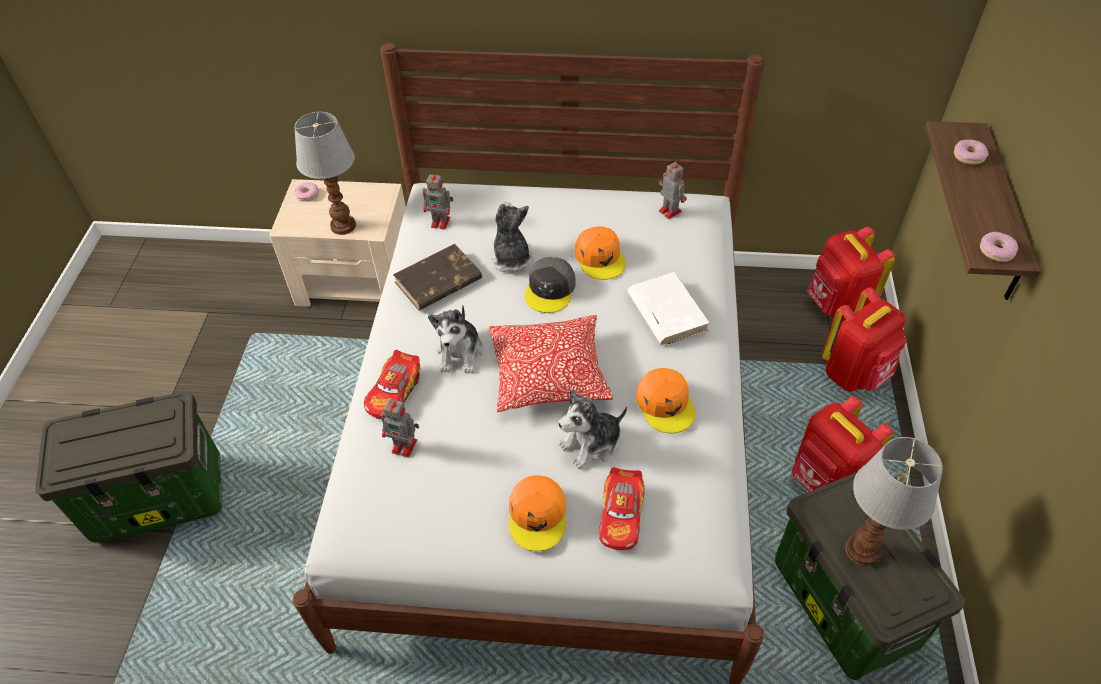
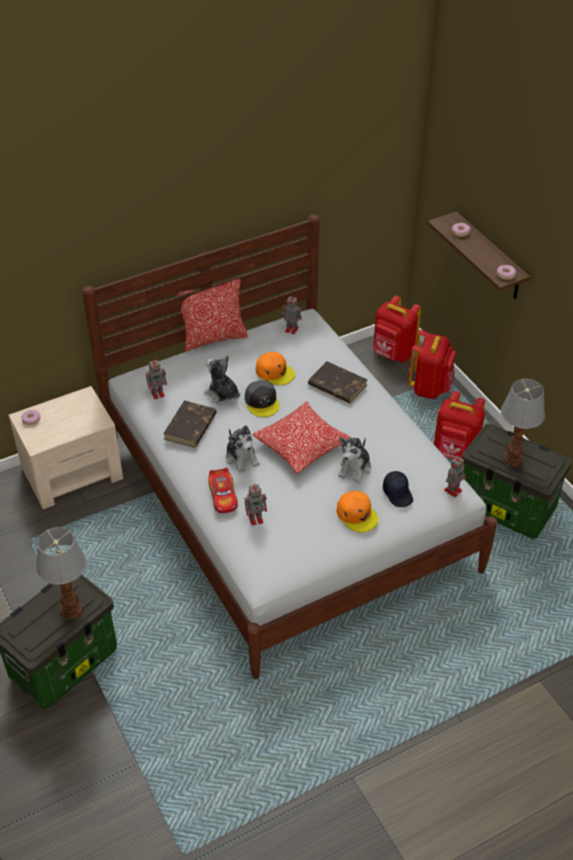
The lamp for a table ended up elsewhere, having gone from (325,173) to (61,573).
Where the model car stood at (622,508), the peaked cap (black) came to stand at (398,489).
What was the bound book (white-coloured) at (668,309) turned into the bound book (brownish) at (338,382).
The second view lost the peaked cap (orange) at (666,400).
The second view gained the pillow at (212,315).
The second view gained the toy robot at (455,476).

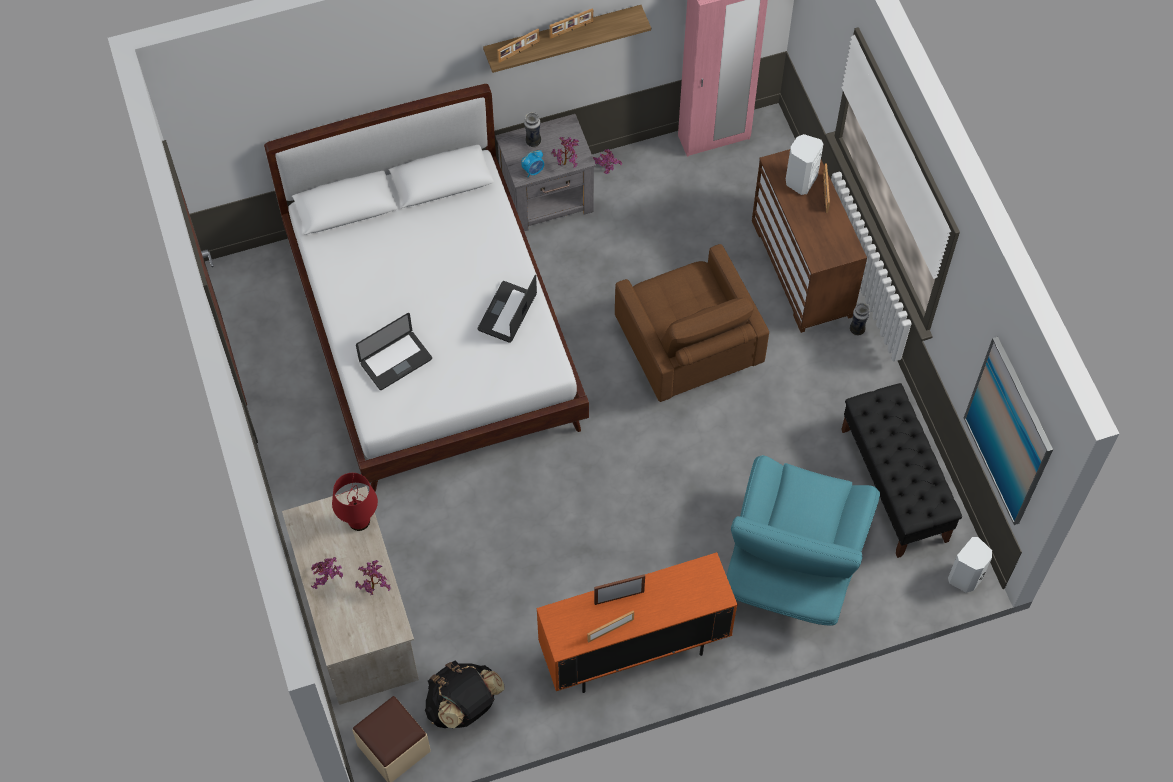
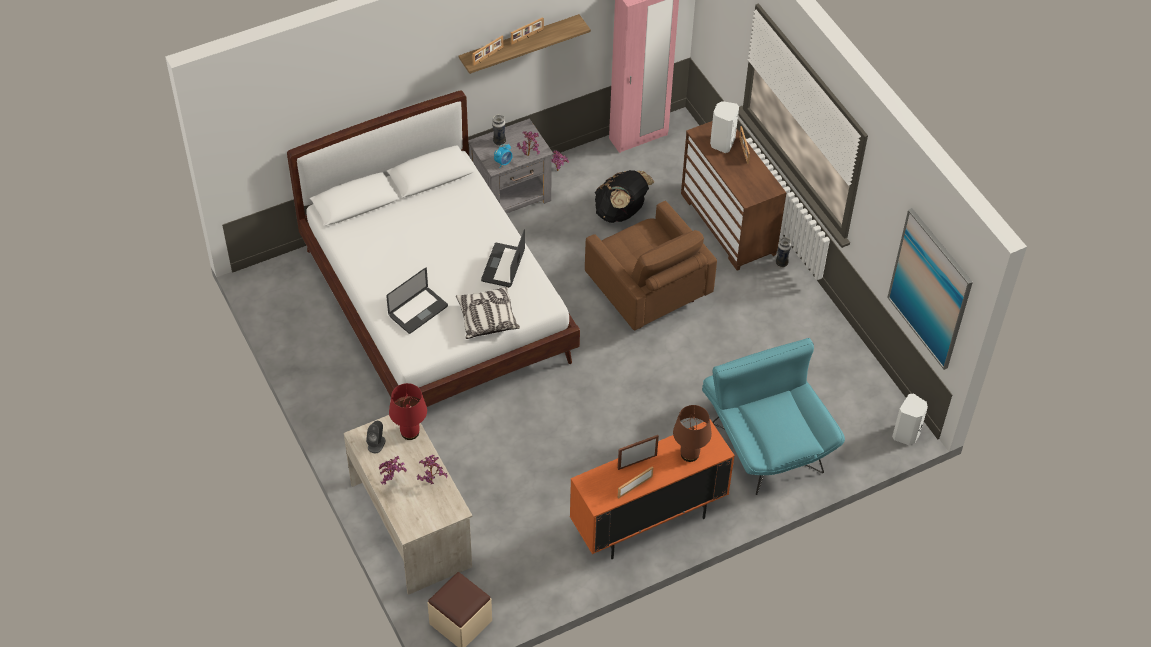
The rucksack (black) ended up elsewhere, having gone from (465,694) to (624,196).
The lounge chair (turquoise) at (803,540) ended up facing another way, 150 degrees clockwise from before.
The second view lost the long seat (black) at (901,470).
The second view gained the audio speaker (grey) at (375,437).
The second view gained the pillow at (488,312).
The second view gained the lamp for a table (brownish) at (692,433).

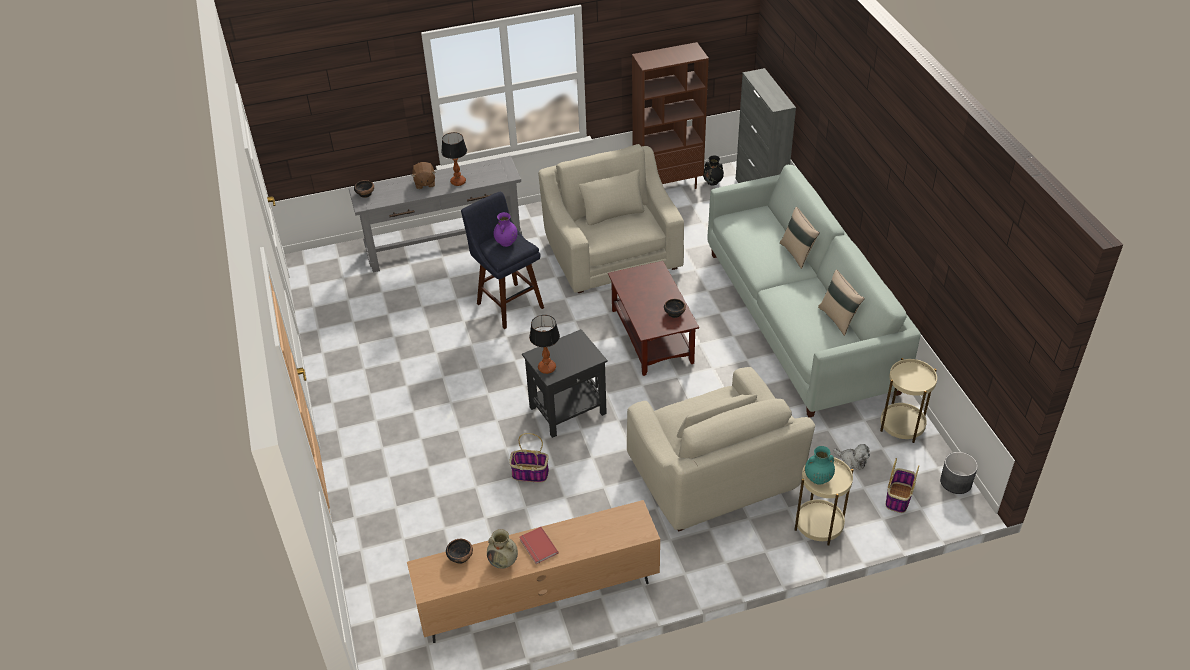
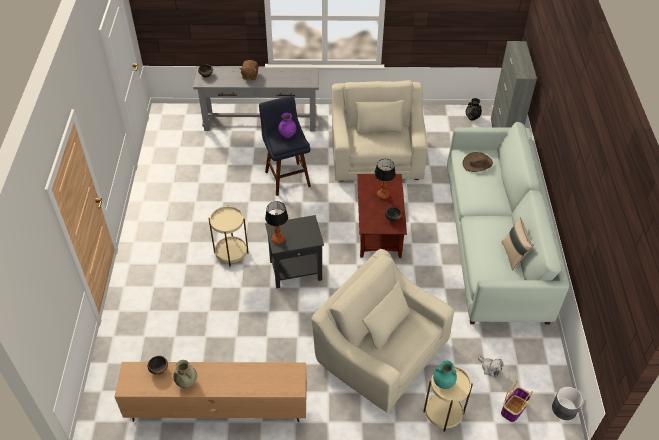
The lamp for a table ended up elsewhere, having gone from (454,159) to (385,179).
The second view lost the basket at (529,458).
The second view lost the bound book (reddish) at (539,545).
The lounge chair (sand-coloured) at (721,449) ended up facing another way, 135 degrees clockwise from before.
The second view lost the shelving unit (brownish) at (670,115).
The second view lost the pillow (sand-coloured) at (800,238).
The accent table (sand-coloured) ended up elsewhere, having gone from (908,400) to (228,235).
The second view gained the hat (brownish) at (478,162).

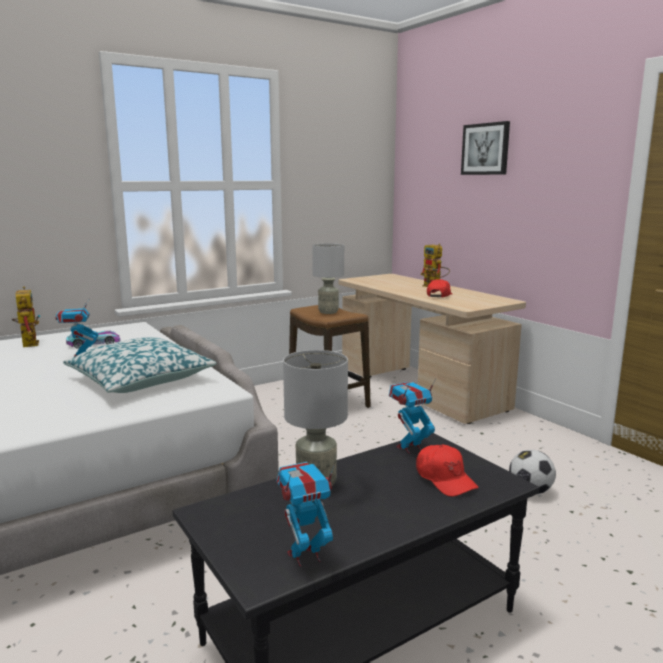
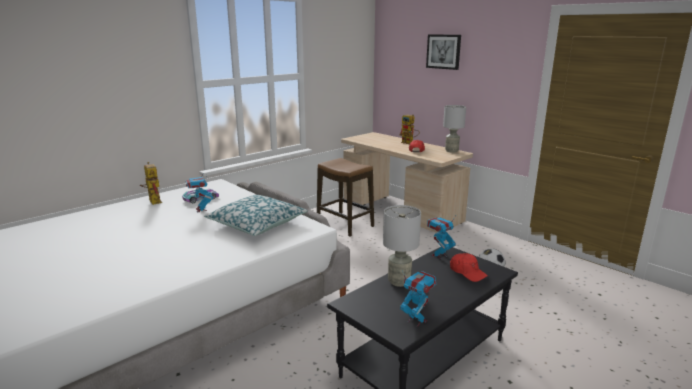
The toy robot at (305,514) ended up facing another way, 75 degrees clockwise from before.
The lamp for a table (grey) ended up elsewhere, having gone from (328,278) to (454,129).

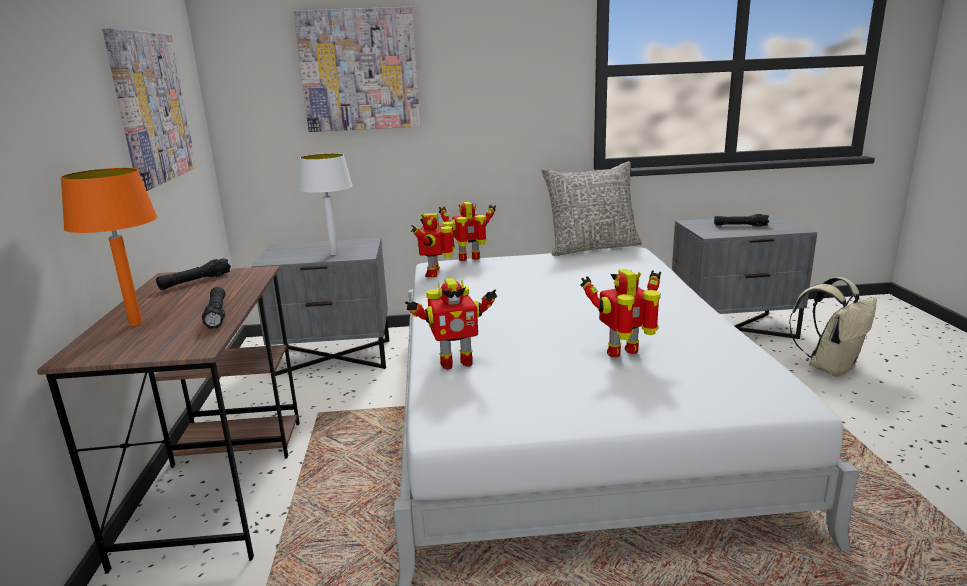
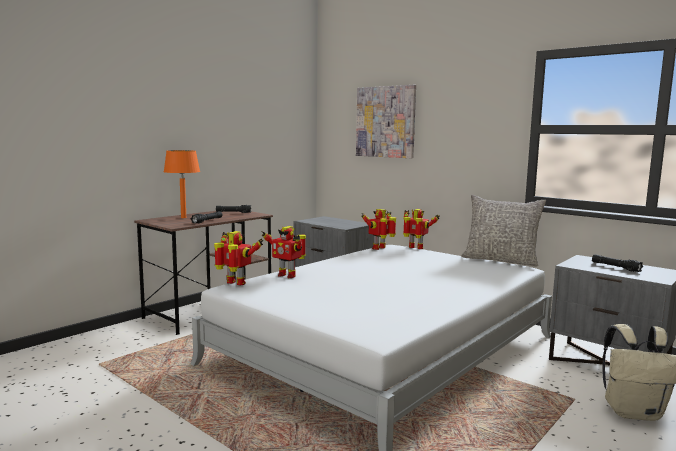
The second view lost the wall picture at (149,109).
The second view lost the lamp for a table (white-coloured) at (326,204).
The toy robot ended up elsewhere, having gone from (620,313) to (238,258).

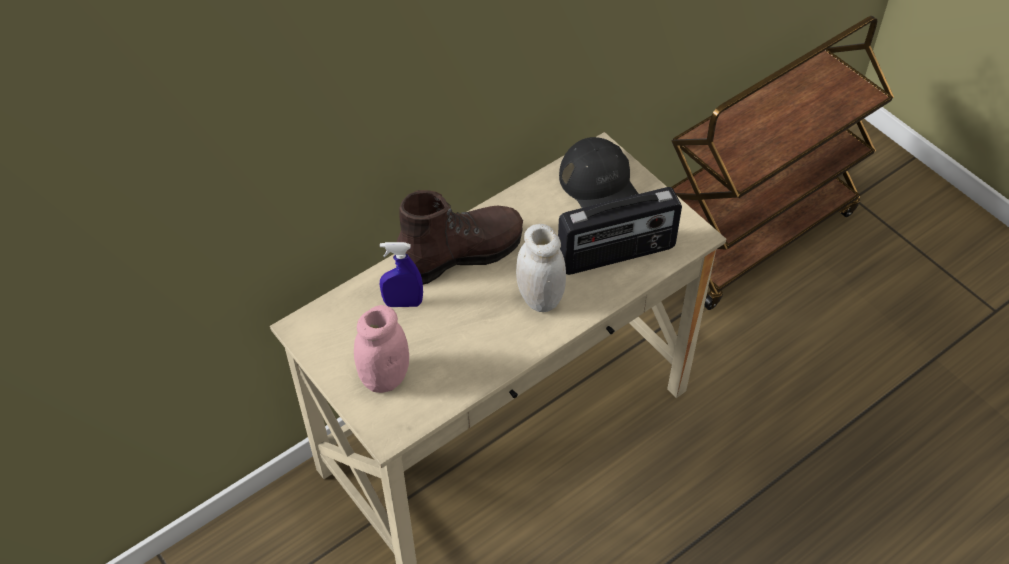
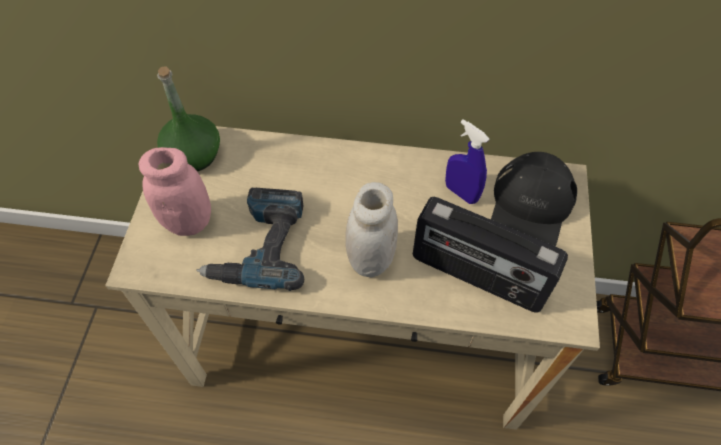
The sprayer (blue) ended up elsewhere, having gone from (401,274) to (467,161).
The second view lost the boot (brownish) at (460,237).
The second view gained the bottle (greenish) at (188,118).
The second view gained the electric drill at (250,239).

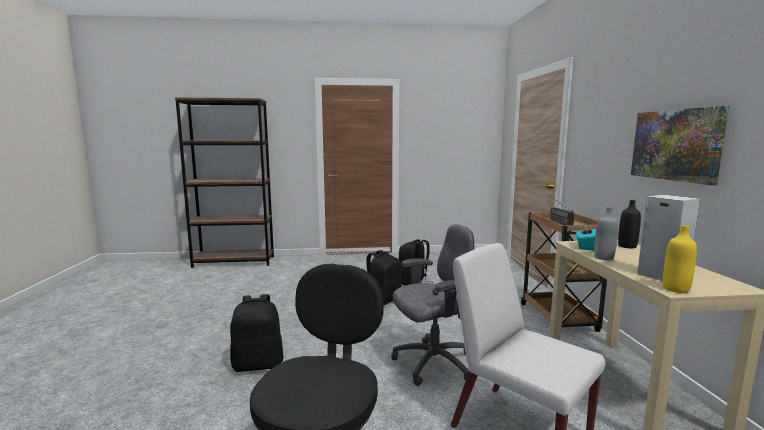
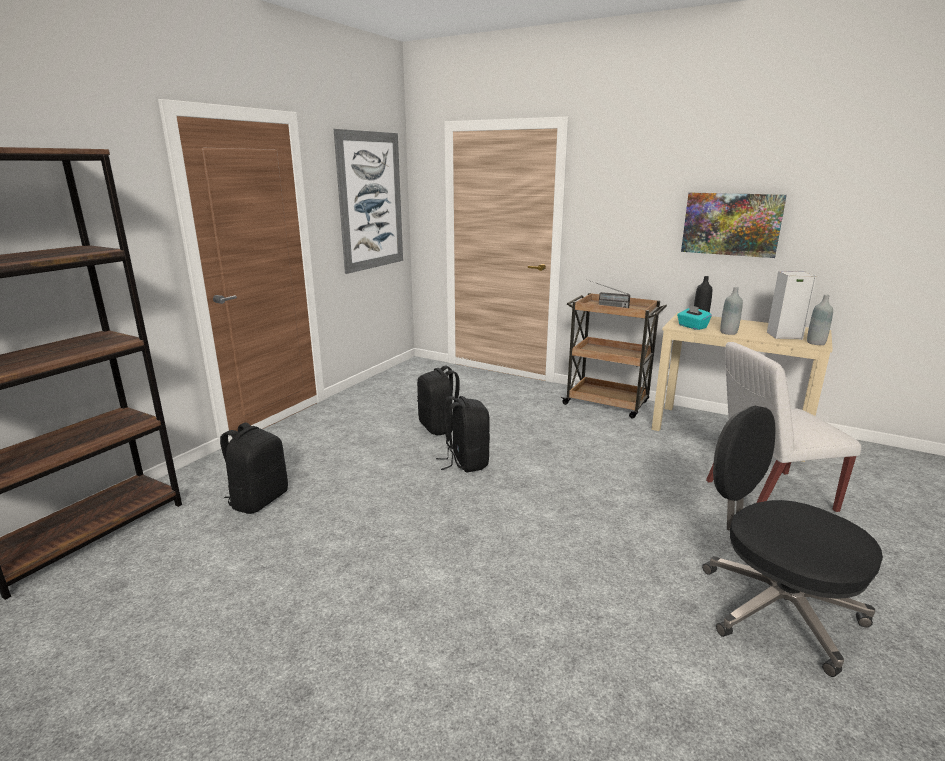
The rucksack (black) ended up elsewhere, having gone from (256,333) to (254,468).
The second view lost the desk chair (grey) at (433,305).
What was the bottle (yellowish) at (680,259) turned into the bottle (grey) at (820,320).
The second view gained the wall picture at (368,201).

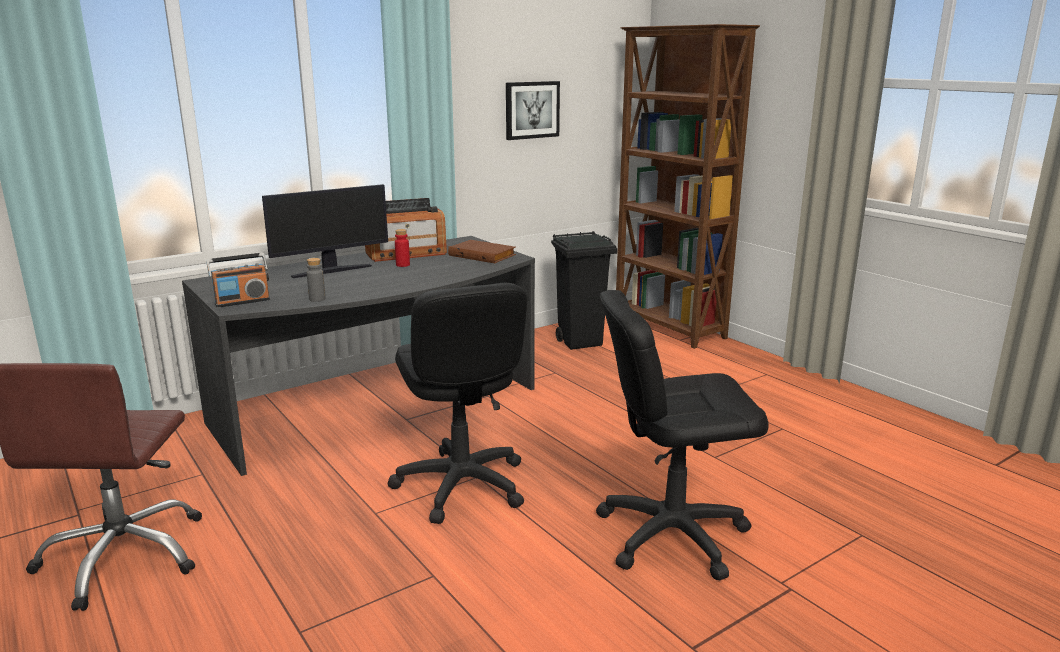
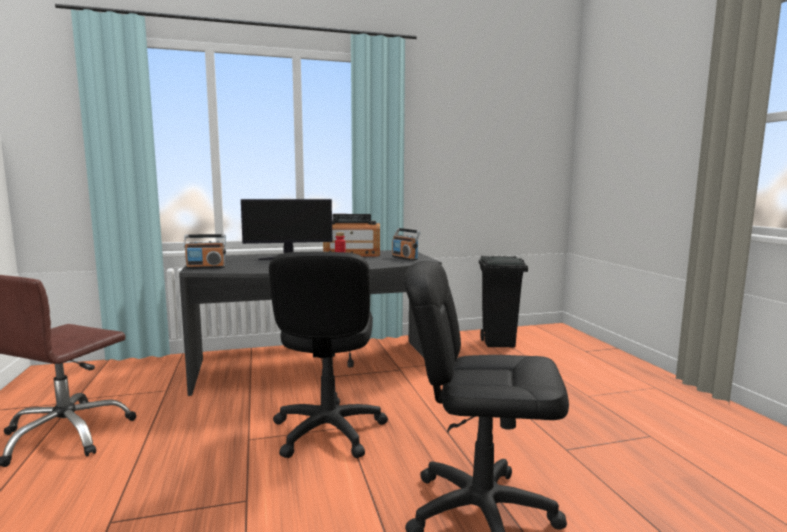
The second view lost the bottle (grey) at (316,280).
Where the bound book (brownish) stood at (482,251), the radio came to stand at (406,244).
The second view lost the wall picture at (533,110).
The second view lost the shelving unit (brownish) at (688,186).

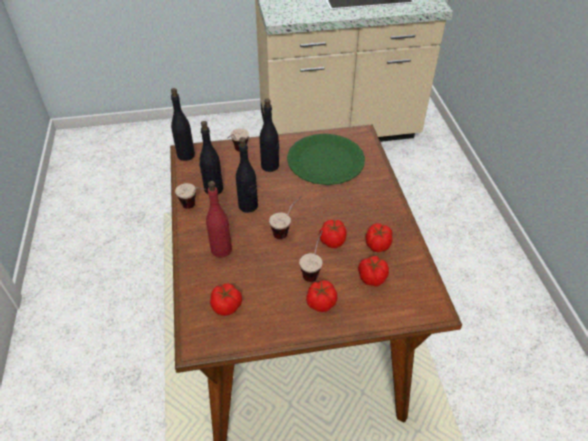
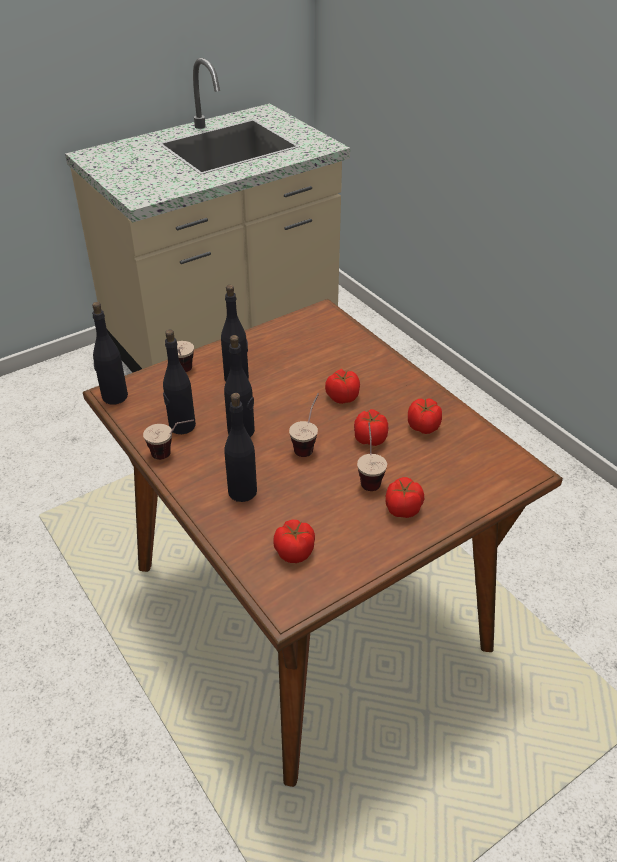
What was the bottle (reddish) at (219,219) turned into the bottle (black) at (240,447).
The second view lost the dinner plate (greenish) at (326,159).
The whole tomato ended up elsewhere, having gone from (373,271) to (342,386).

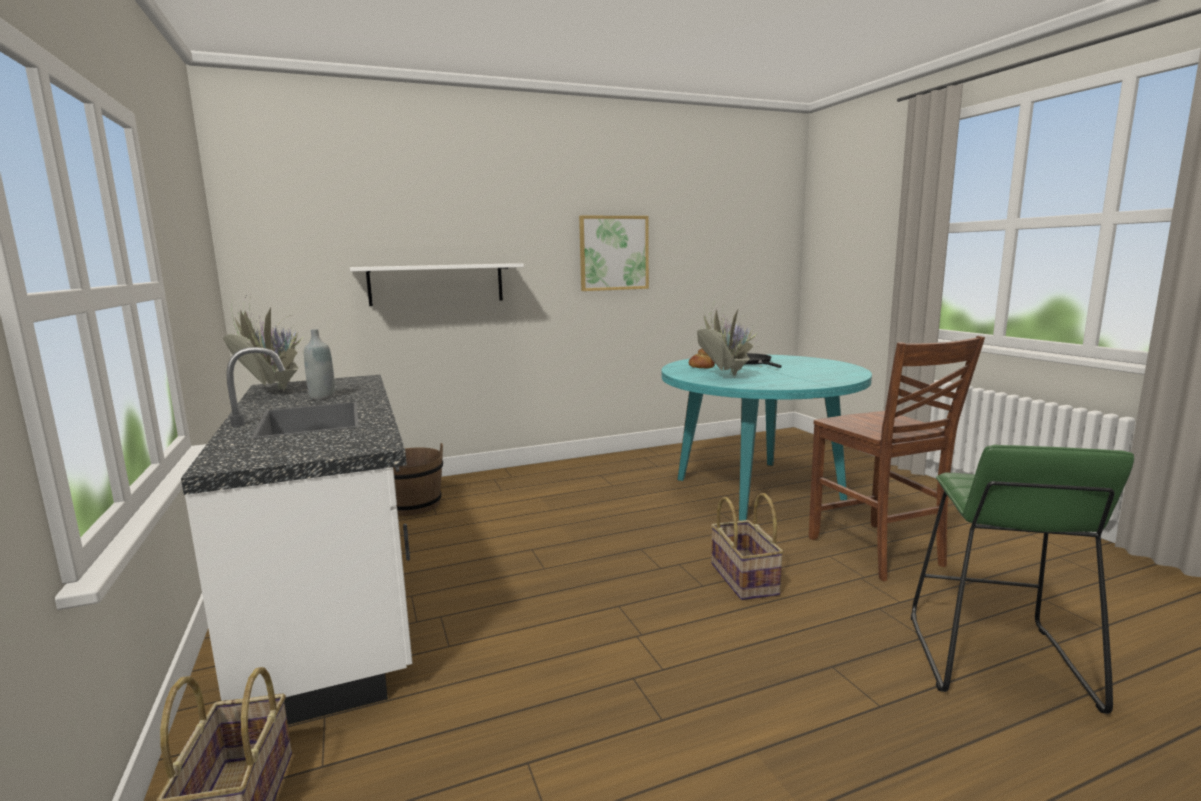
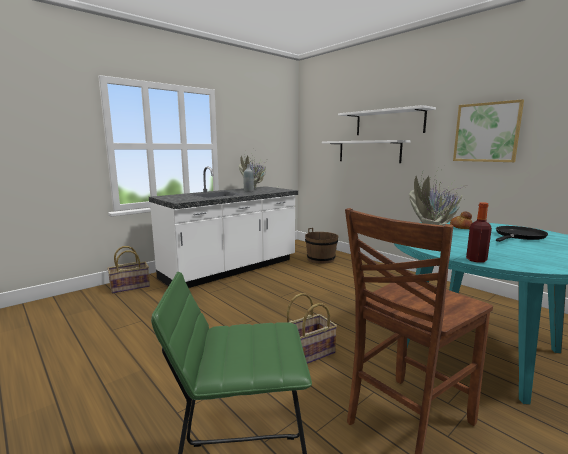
The second view gained the bracket shelf (white-coloured) at (387,120).
The second view gained the bottle at (479,232).

